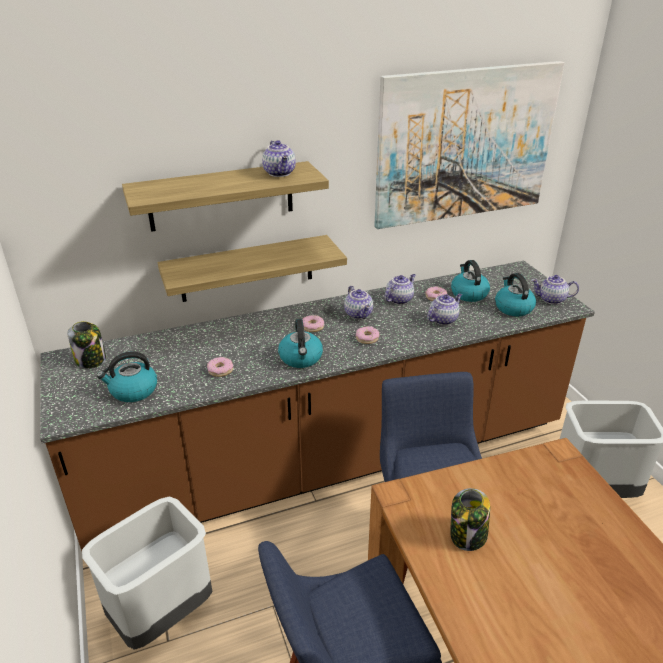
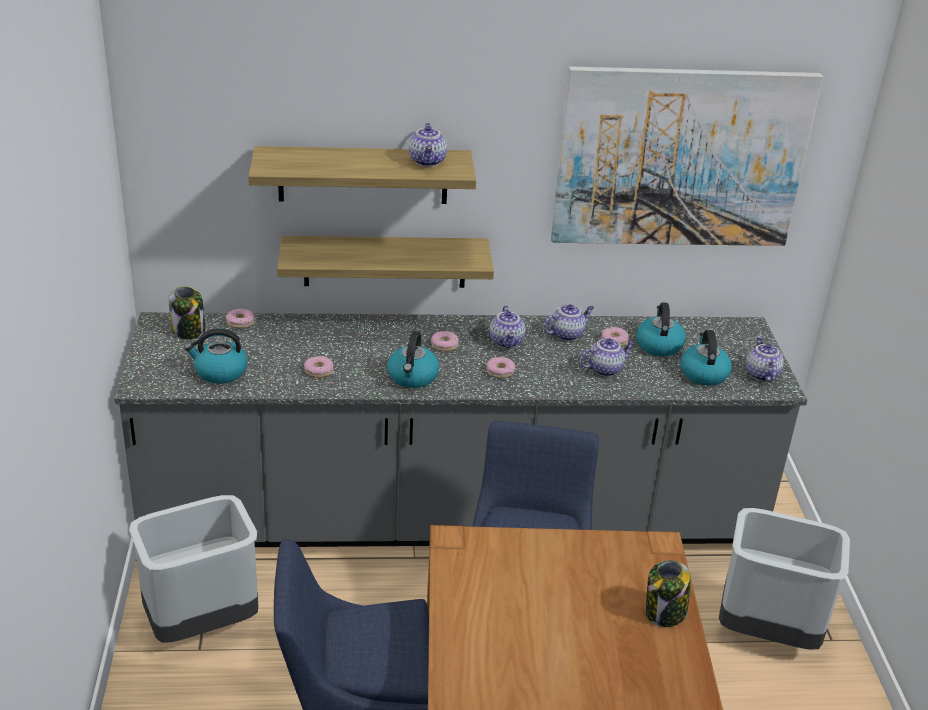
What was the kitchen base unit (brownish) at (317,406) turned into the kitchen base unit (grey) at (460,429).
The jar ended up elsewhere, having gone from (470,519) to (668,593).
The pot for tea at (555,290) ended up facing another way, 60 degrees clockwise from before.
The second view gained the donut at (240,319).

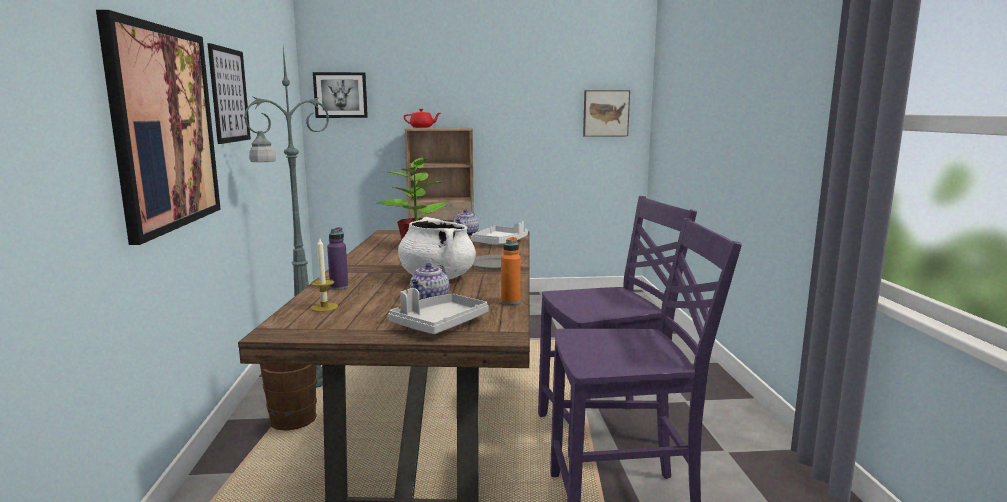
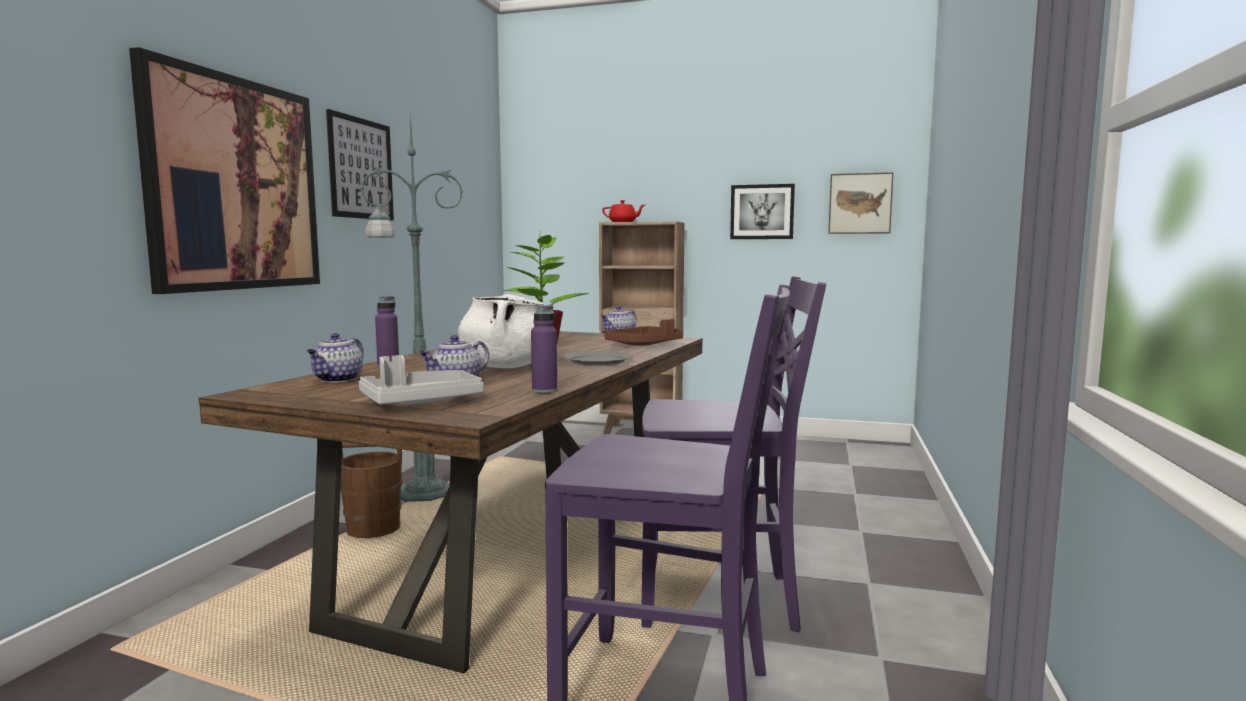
Where the candle stood at (324,274), the pot for tea came to stand at (335,357).
The wall picture ended up elsewhere, having gone from (340,95) to (762,211).
What was the serving tray (white-coloured) at (499,233) turned into the serving tray (brownish) at (643,332).
What was the bottle (orange) at (511,271) turned into the bottle (purple-coloured) at (544,349).

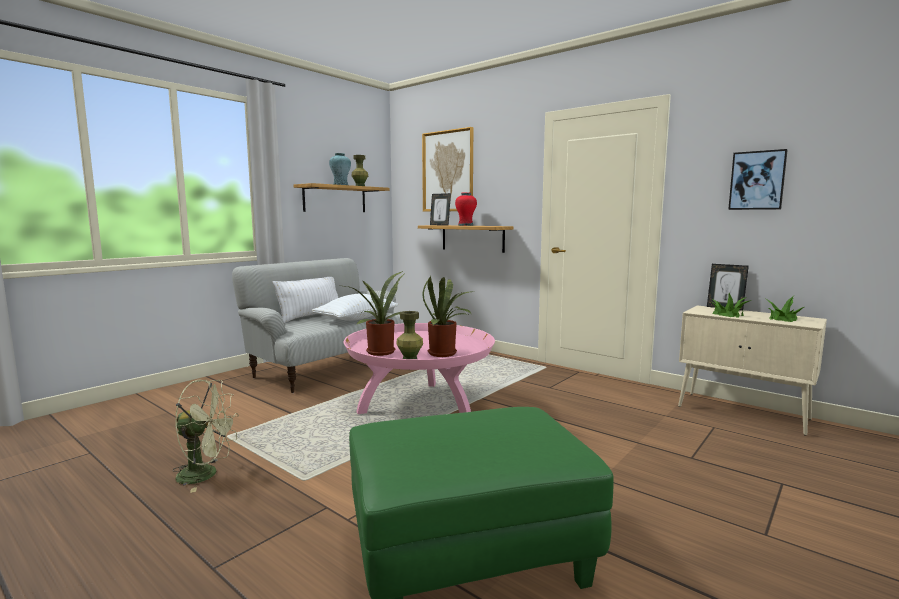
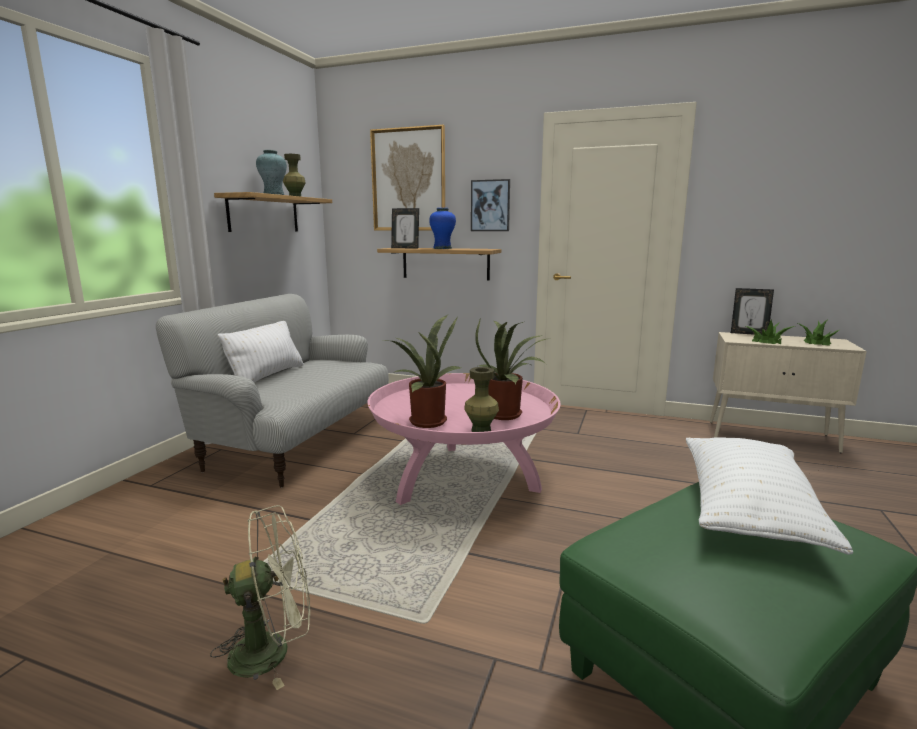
The pillow (white-coloured) ended up elsewhere, having gone from (355,307) to (769,496).
What was the vase (reddish) at (466,209) turned into the vase (blue) at (442,228).
The wall picture ended up elsewhere, having gone from (758,179) to (490,205).

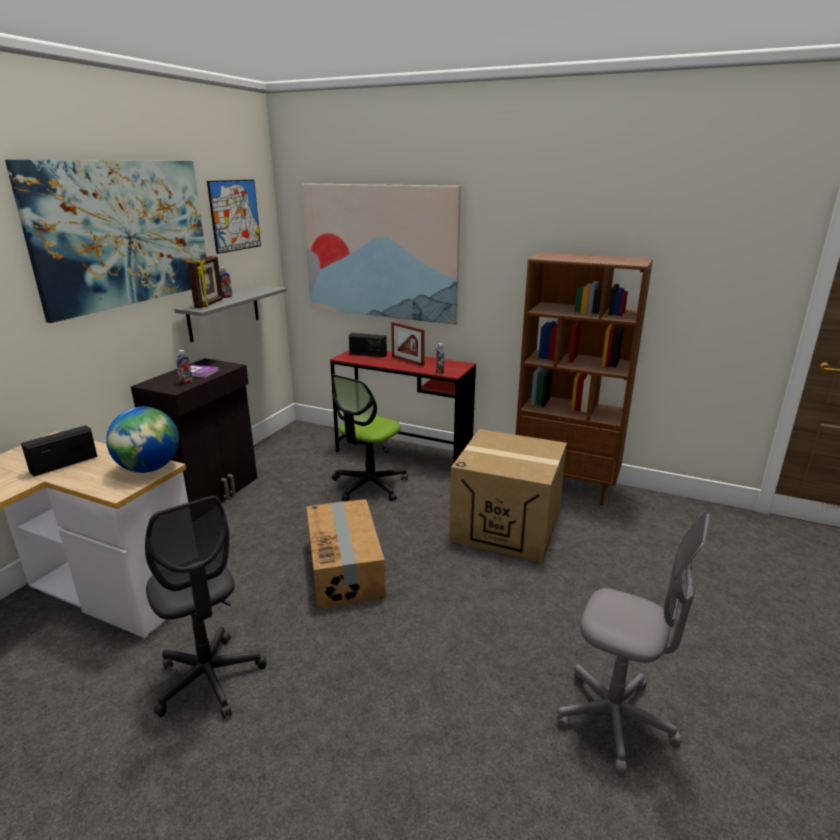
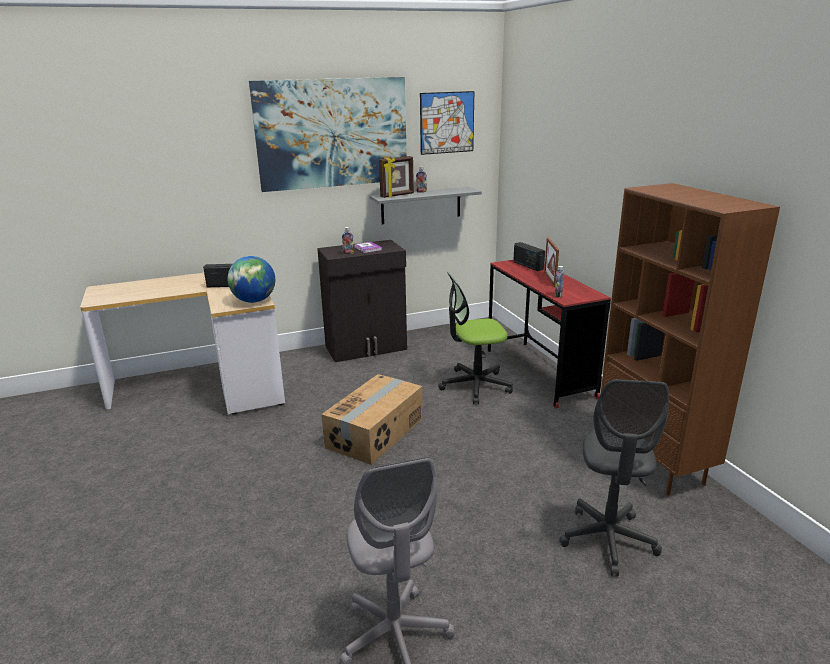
The desk chair (grey) ended up elsewhere, having gone from (205,607) to (614,477).
The second view lost the wall picture at (381,254).
The second view lost the cardboard box at (508,496).

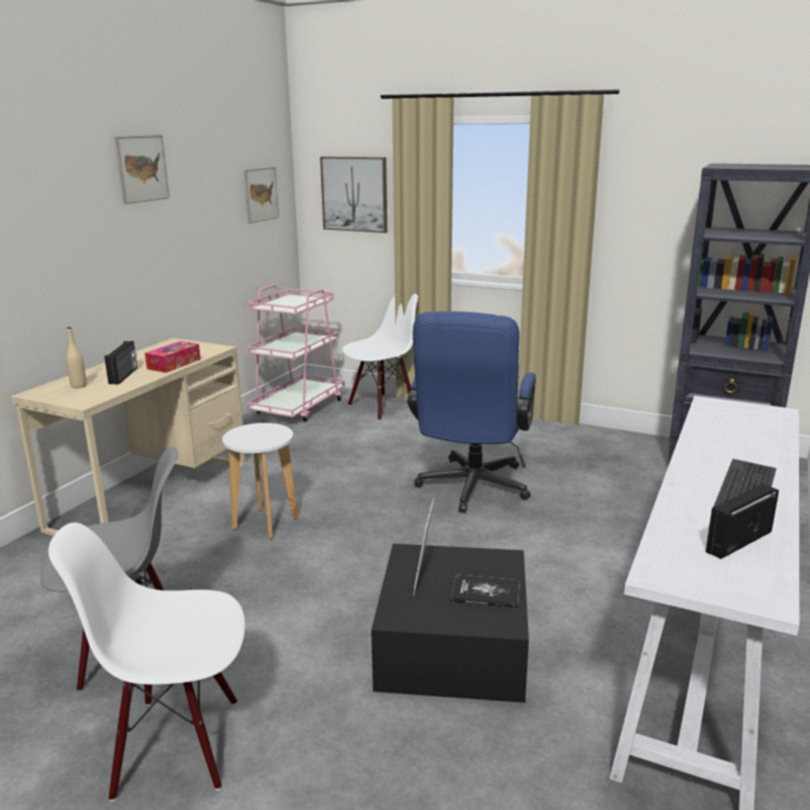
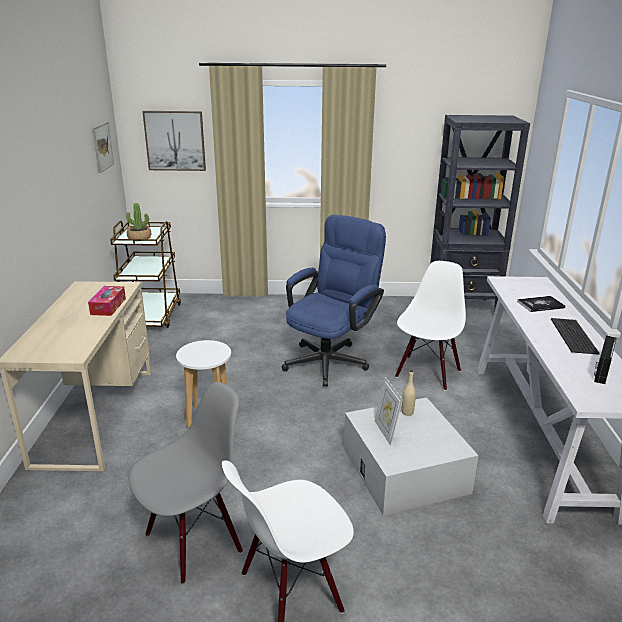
The bottle (sand-coloured) ended up elsewhere, having gone from (76,357) to (409,393).
The second view lost the radio at (120,363).
The second view lost the wall picture at (142,169).
What was the cart (pinkish) at (296,353) turned into the cart (brownish) at (145,274).
The upright chair (white-coloured) ended up elsewhere, having gone from (380,357) to (430,326).
What was the storage container (black) at (450,623) turned into the storage container (white-coloured) at (411,456).
The desk chair (blue) at (471,412) ended up facing another way, 135 degrees counterclockwise from before.
The bound book ended up elsewhere, having gone from (485,591) to (541,304).
The second view gained the plant in a pot at (138,221).

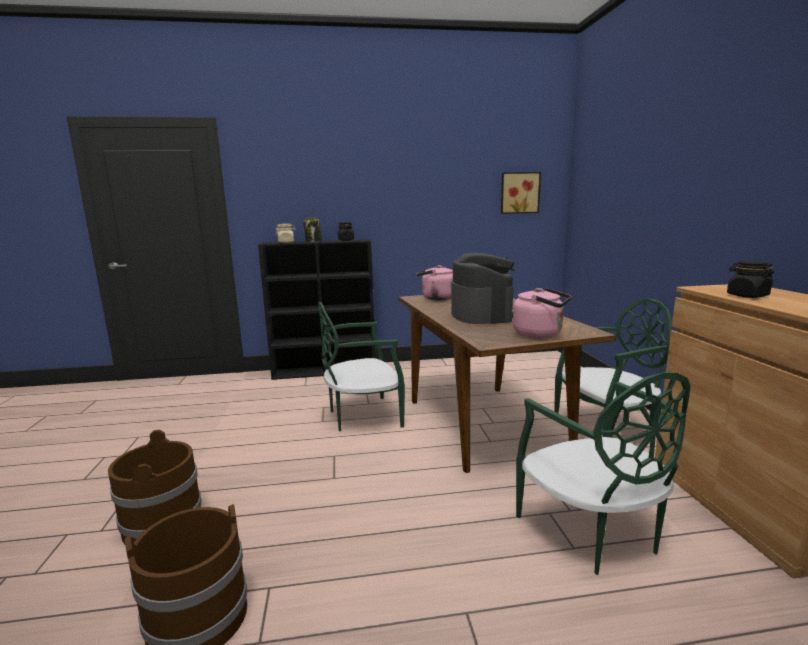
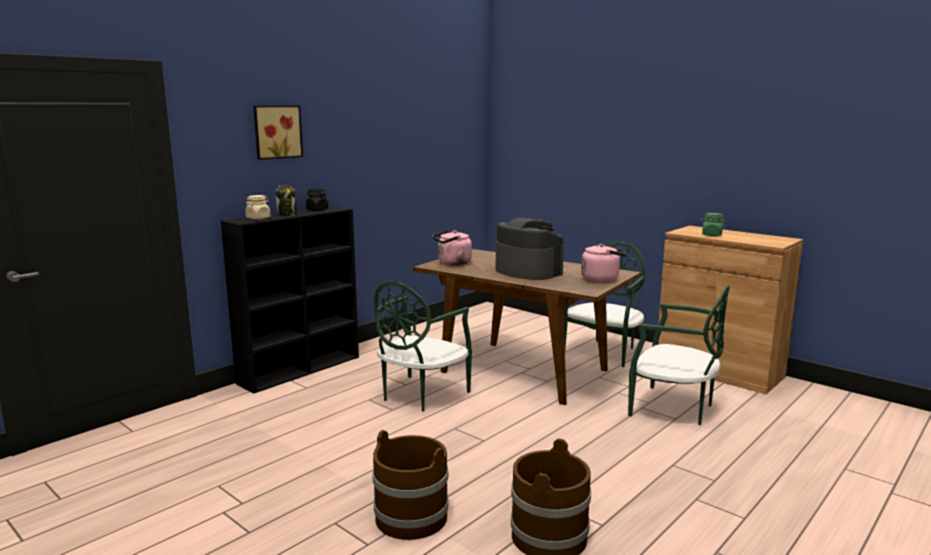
The wall picture ended up elsewhere, having gone from (521,193) to (278,133).
What was the jar (black) at (750,279) turned into the jar (greenish) at (712,224).

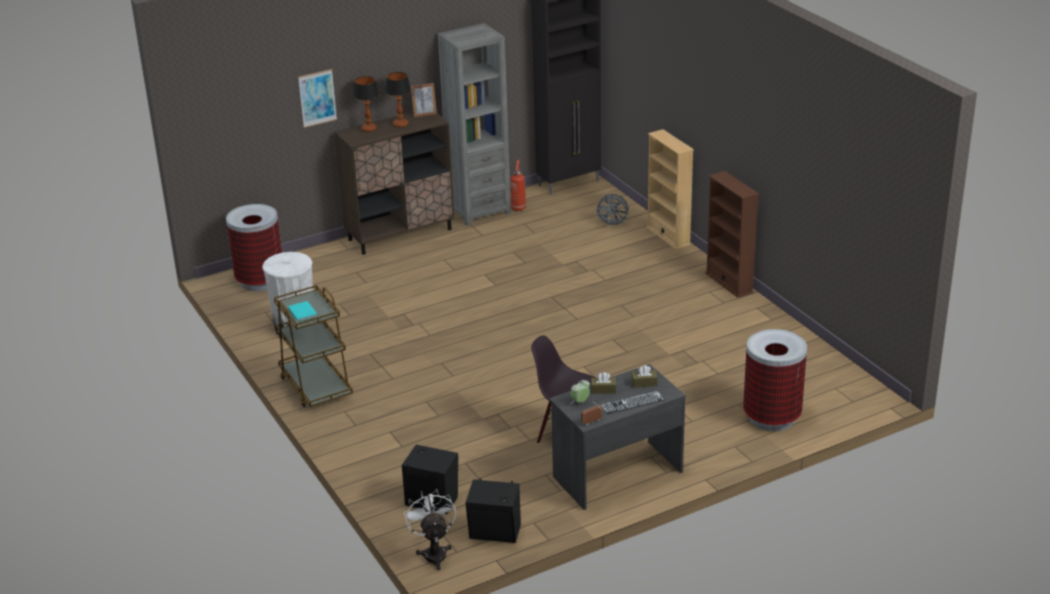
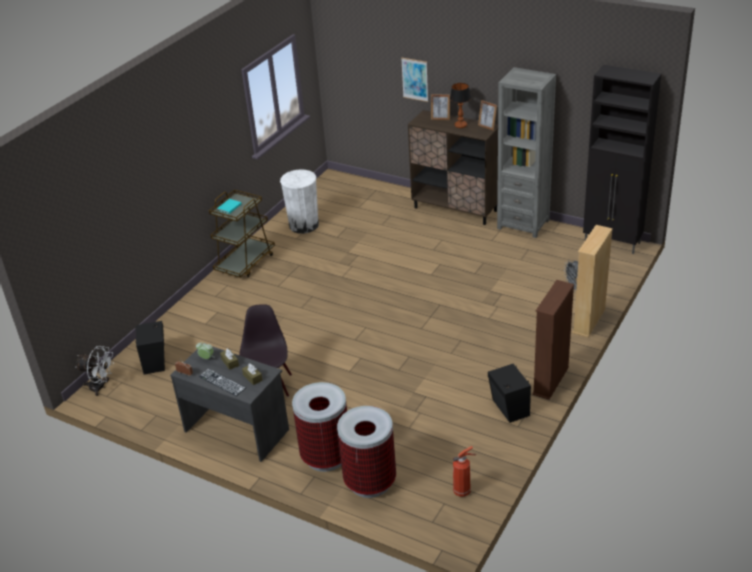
The trash can ended up elsewhere, having gone from (254,247) to (319,427).
Where the lamp for a table stood at (366,104), the photo frame came to stand at (440,107).
The cooling fan (white-coloured) at (430,529) ended up facing another way, 60 degrees clockwise from before.
The audio speaker (black) ended up elsewhere, having gone from (493,510) to (509,393).
The fire-fighting cylinder ended up elsewhere, having gone from (518,185) to (464,471).

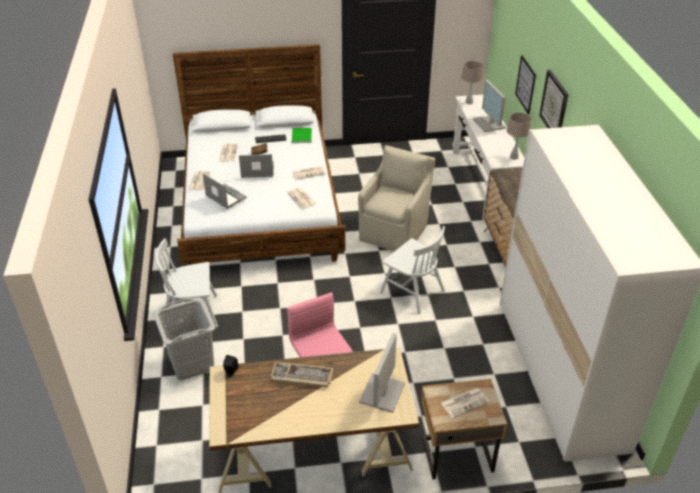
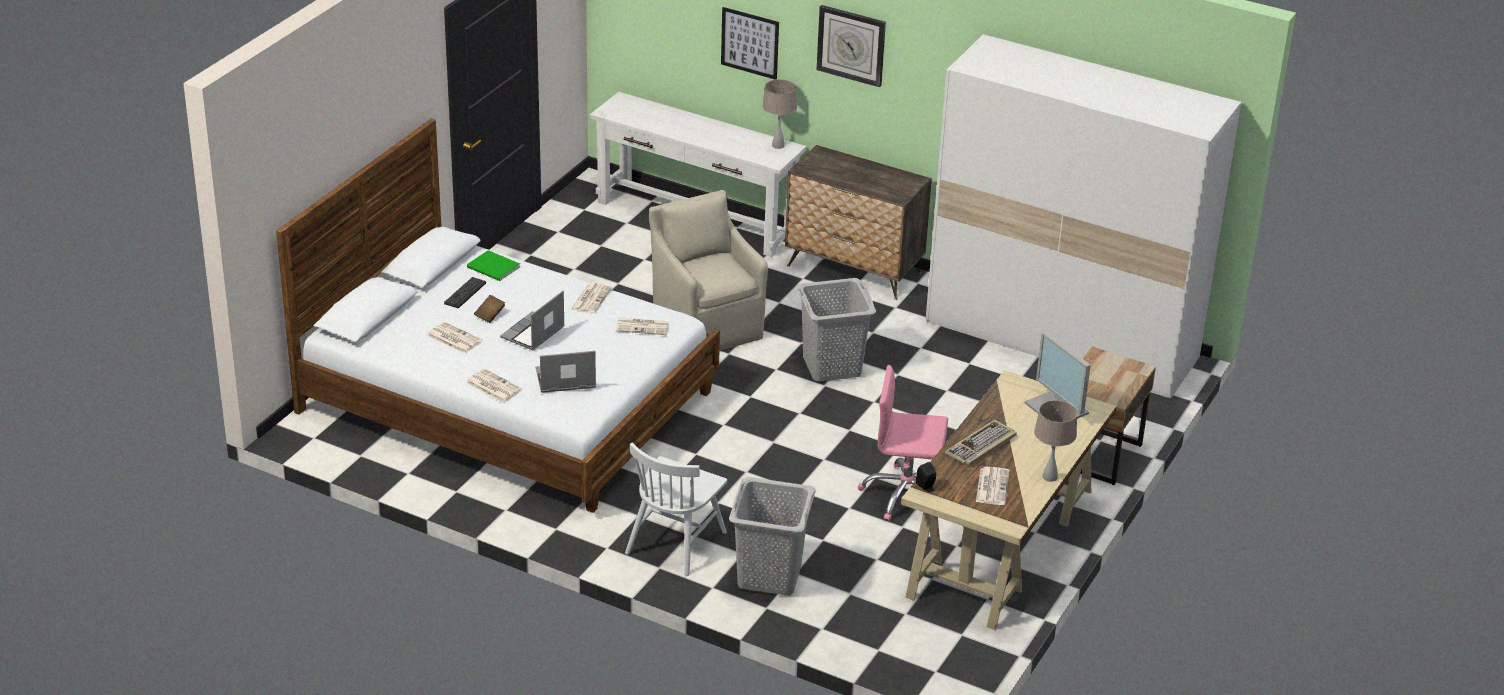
Where the upright chair (white-coloured) stood at (412,270), the laundry basket (grey) came to stand at (836,330).
The newspaper ended up elsewhere, having gone from (465,403) to (993,486).
The lamp for a table (sand-coloured) ended up elsewhere, having gone from (472,82) to (1055,441).
The second view lost the monitor at (489,106).

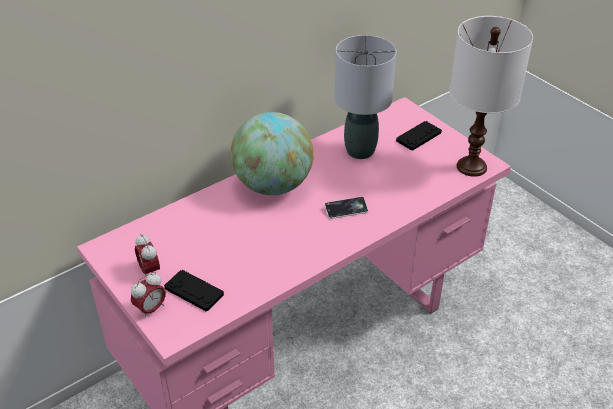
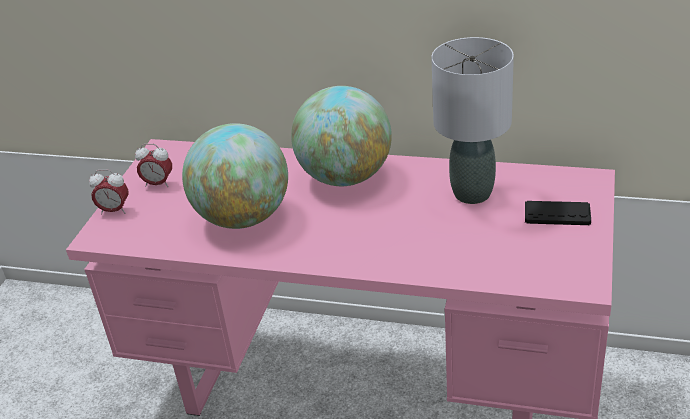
The alarm clock at (147,254) ended up facing another way, 105 degrees counterclockwise from before.
The second view lost the joypad (black) at (194,290).
The second view lost the phone at (346,208).
The second view lost the lamp for a table (white-coloured) at (491,96).
The second view gained the globe at (235,176).

